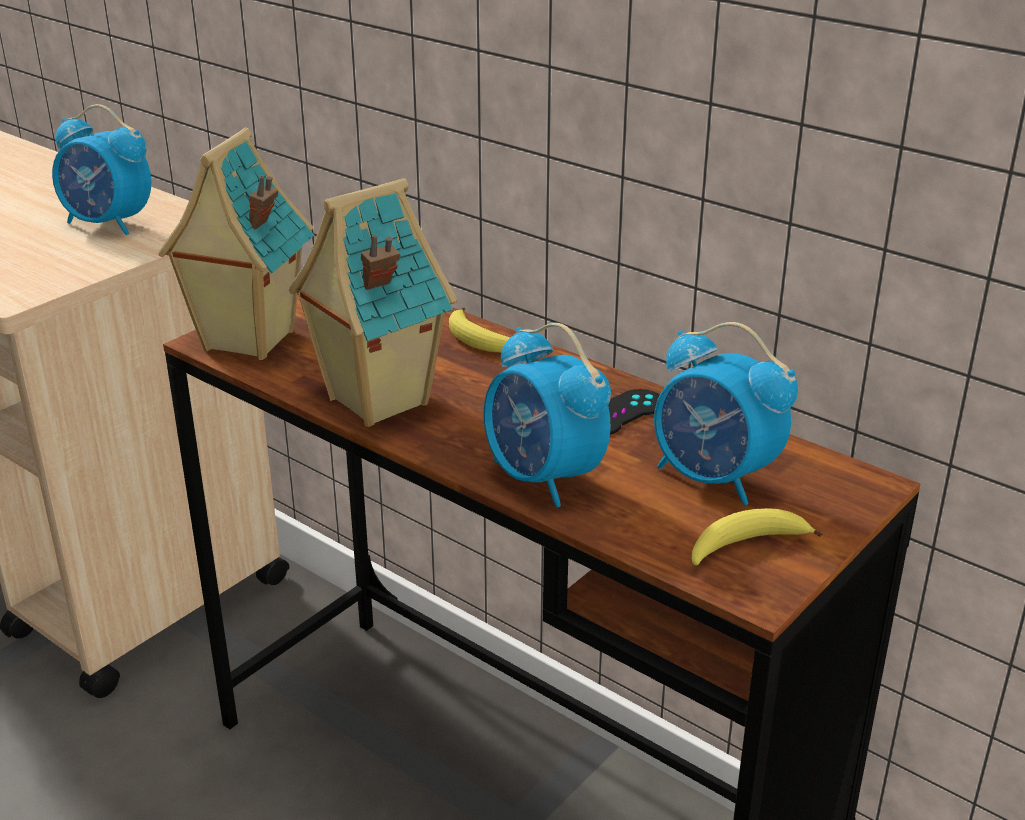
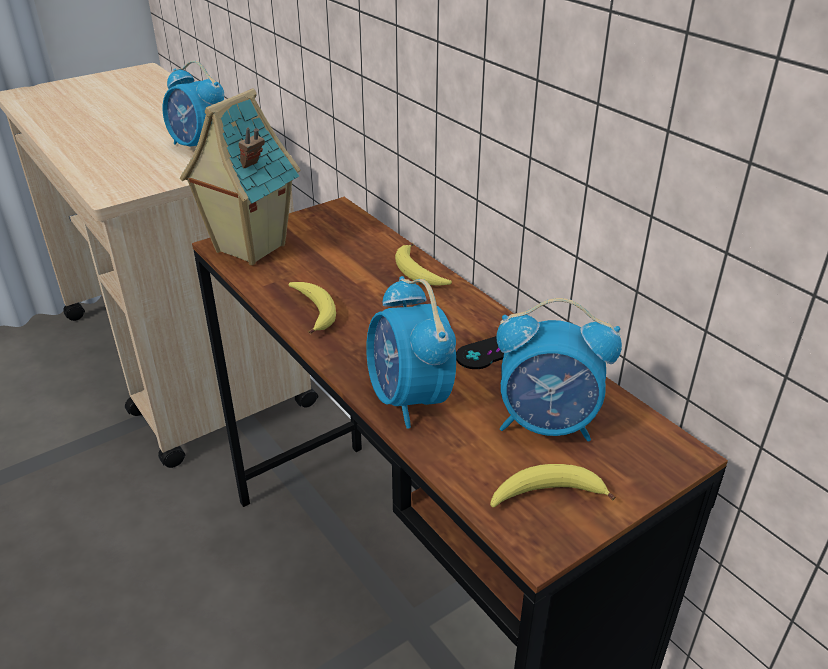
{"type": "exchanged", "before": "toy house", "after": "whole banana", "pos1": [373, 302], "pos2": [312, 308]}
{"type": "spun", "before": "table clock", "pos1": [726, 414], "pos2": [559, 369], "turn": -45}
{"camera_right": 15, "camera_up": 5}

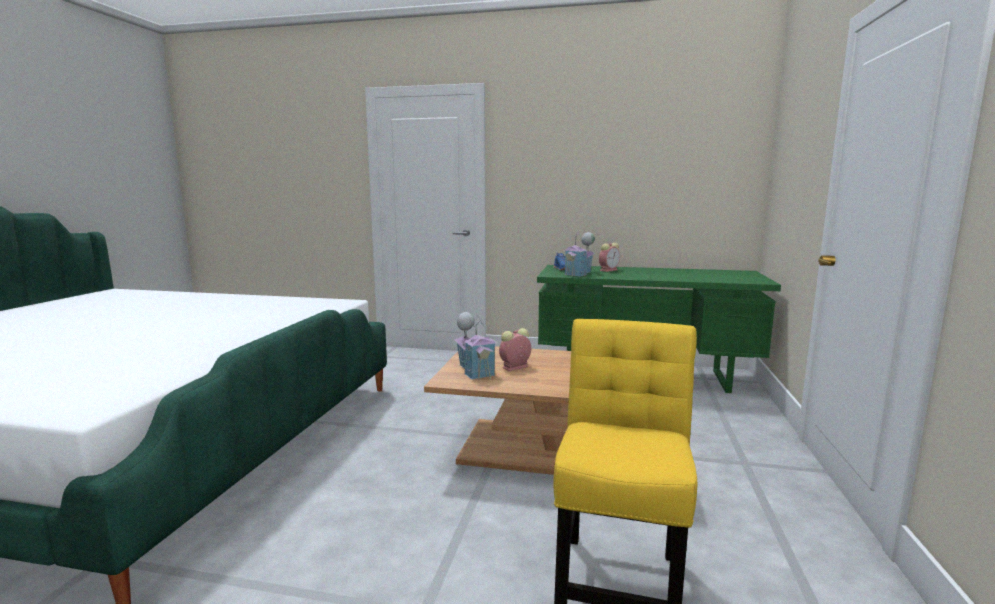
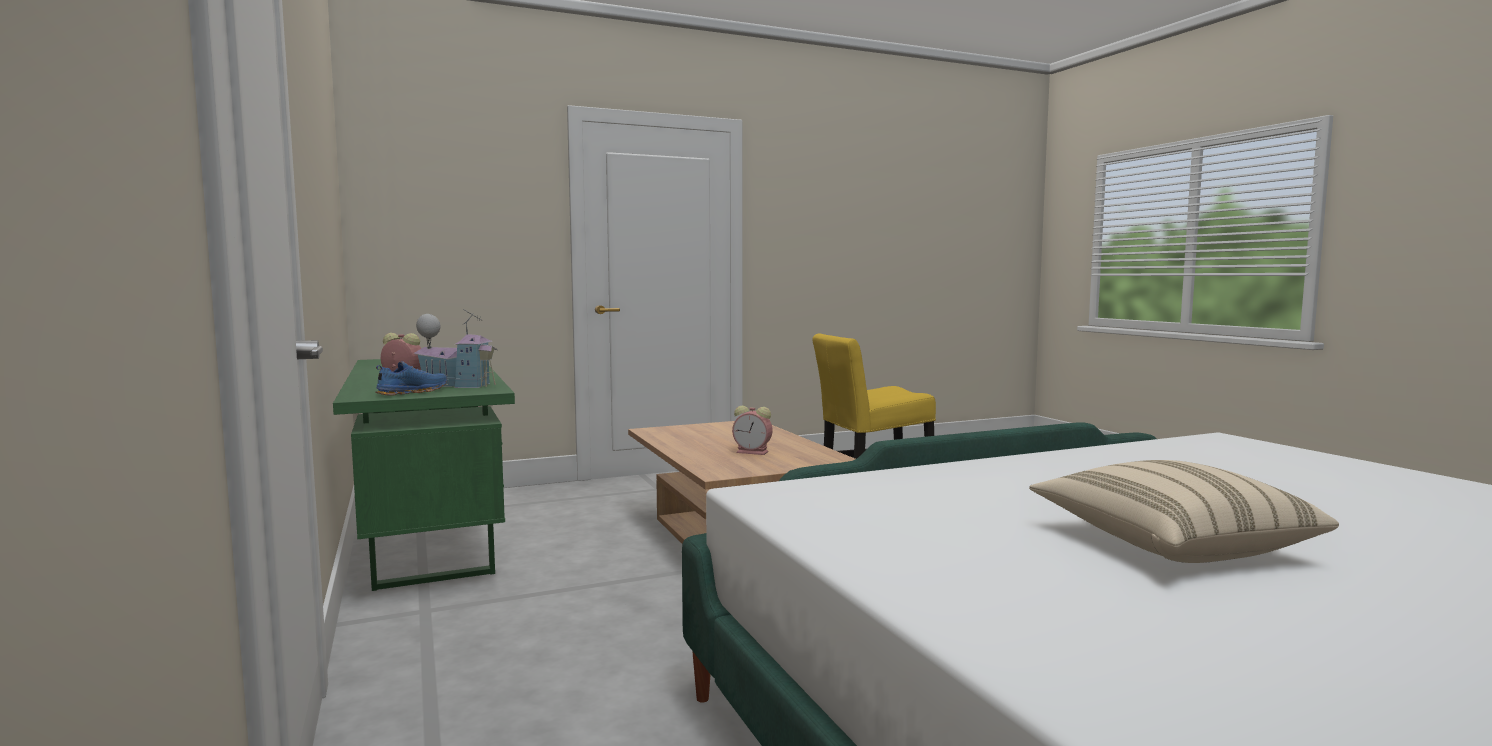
{"type": "appeared", "after": "beige throw pillow", "pos2": [1184, 511]}
{"type": "missing", "before": "toy house", "pos1": [476, 346]}
{"camera_right": -125, "camera_up": -5}

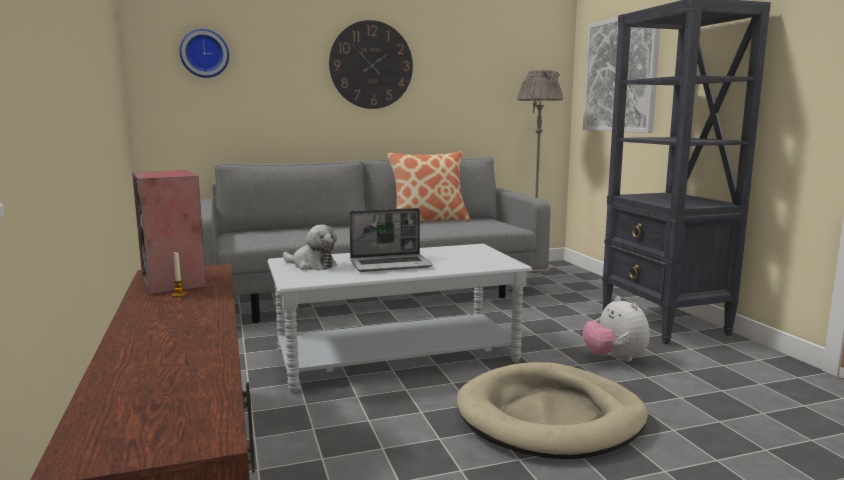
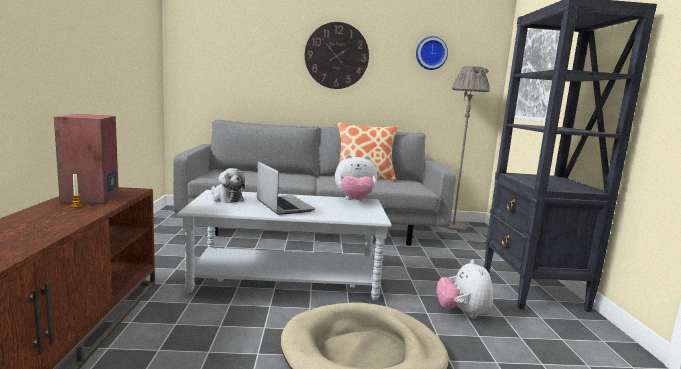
{"type": "spun", "before": "notebook computer", "pos1": [391, 240], "pos2": [286, 188], "turn": -120}
{"type": "appeared", "after": "cuddly toy", "pos2": [356, 177]}
{"type": "relocated", "before": "wall clock", "pos1": [204, 53], "pos2": [432, 53]}
{"camera_right": 15, "camera_up": 0}

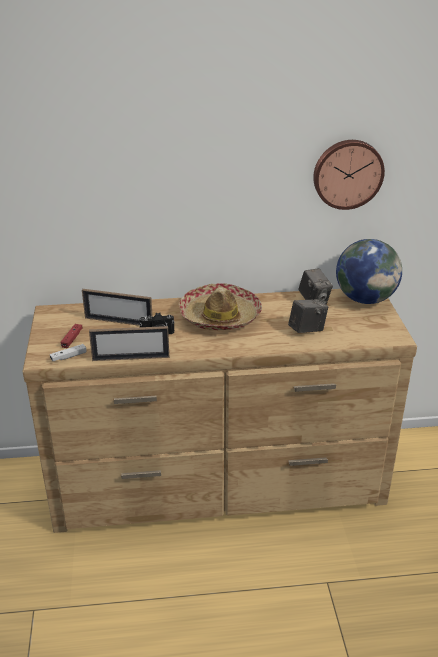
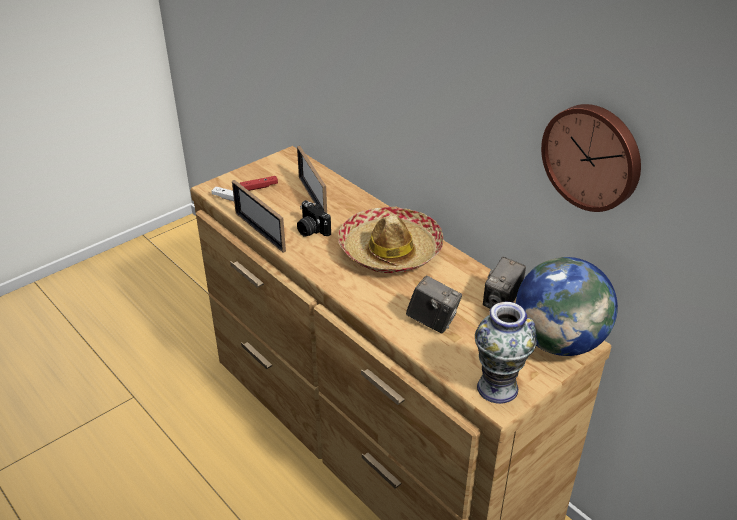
{"type": "appeared", "after": "vase", "pos2": [506, 353]}
{"camera_right": 55, "camera_up": 5}

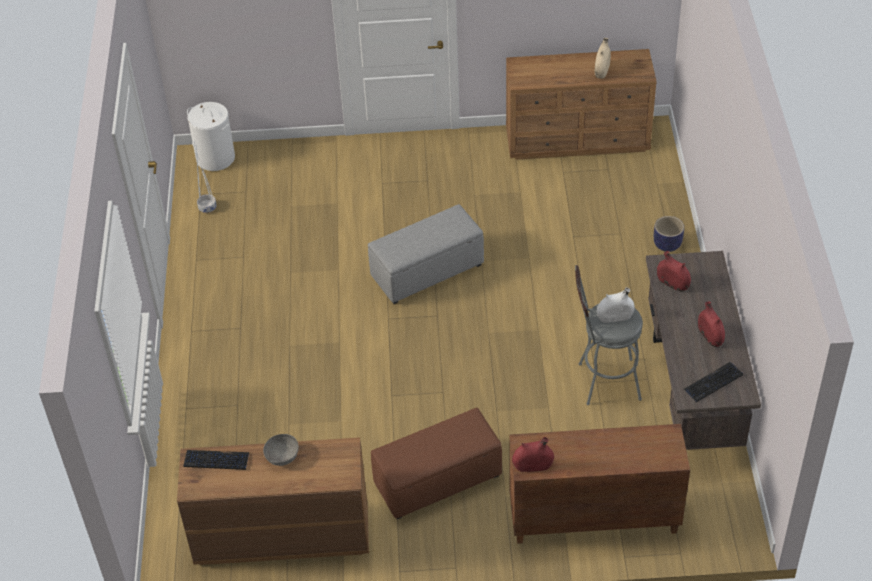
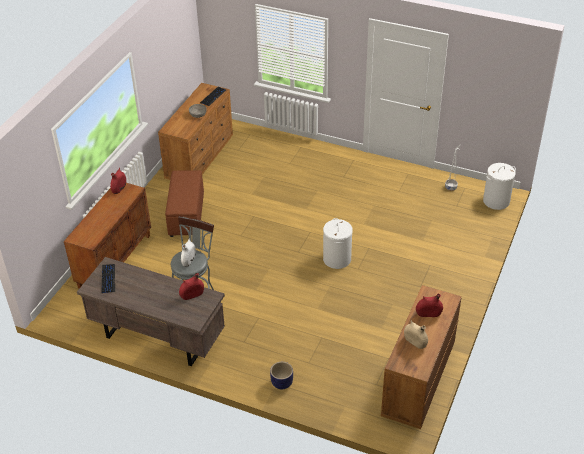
{"type": "exchanged", "before": "grey ottoman", "after": "white hamper", "pos1": [426, 254], "pos2": [338, 243]}
{"type": "relocated", "before": "reddish vase", "pos1": [711, 324], "pos2": [429, 305]}
{"camera_right": 115, "camera_up": -5}

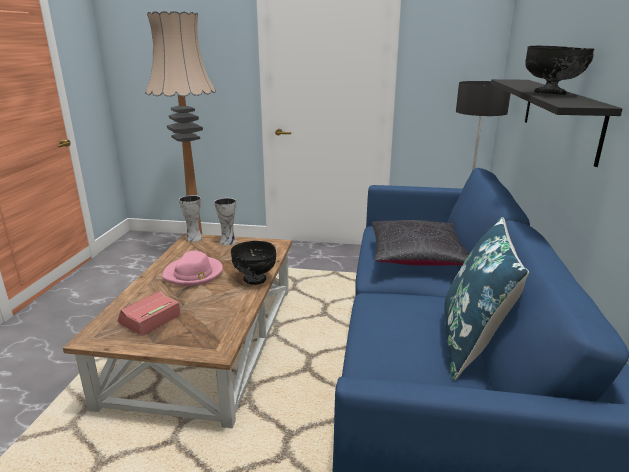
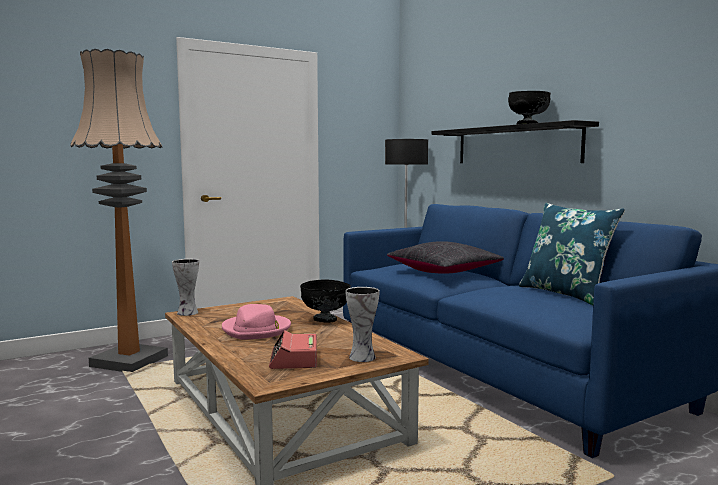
{"type": "relocated", "before": "vase", "pos1": [225, 221], "pos2": [362, 324]}
{"camera_right": -40, "camera_up": -15}

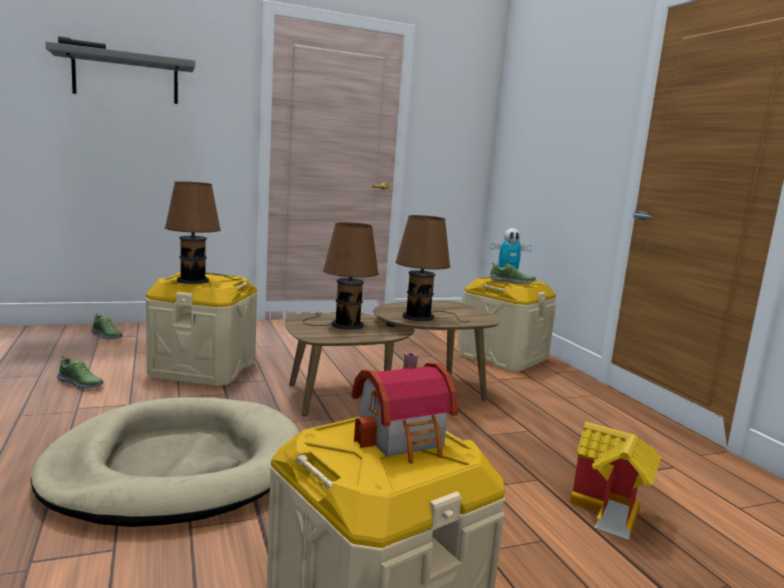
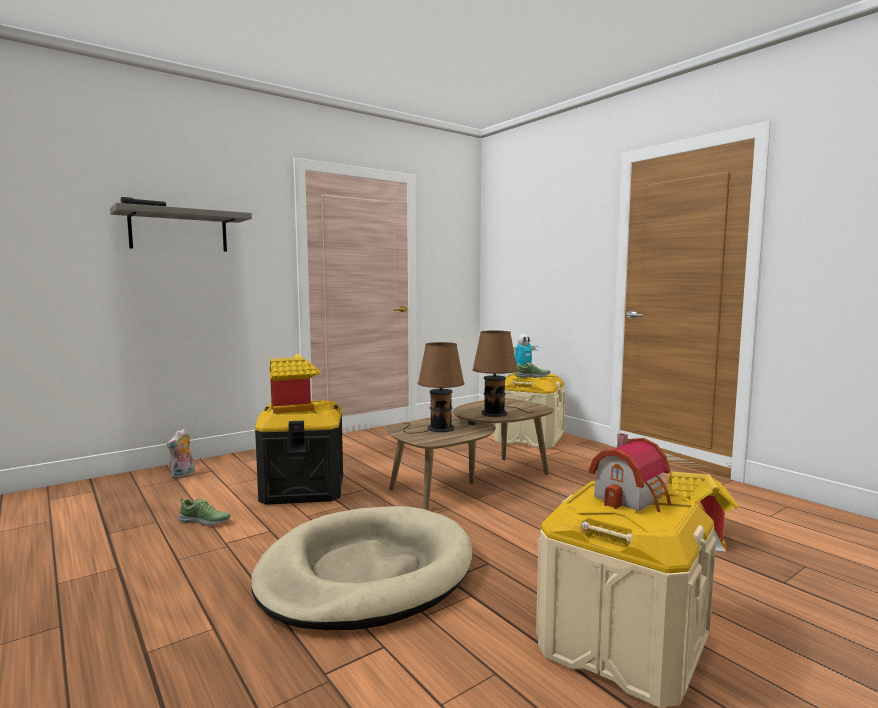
{"type": "exchanged", "before": "low shoe", "after": "cuddly toy", "pos1": [107, 326], "pos2": [181, 454]}
{"type": "colour", "before": "beige storage container", "after": "blackish storage container", "pos1": [201, 329], "pos2": [299, 452]}
{"type": "exchanged", "before": "brown tabletop lamp", "after": "toy house", "pos1": [203, 232], "pos2": [295, 384]}
{"camera_right": -15, "camera_up": -5}

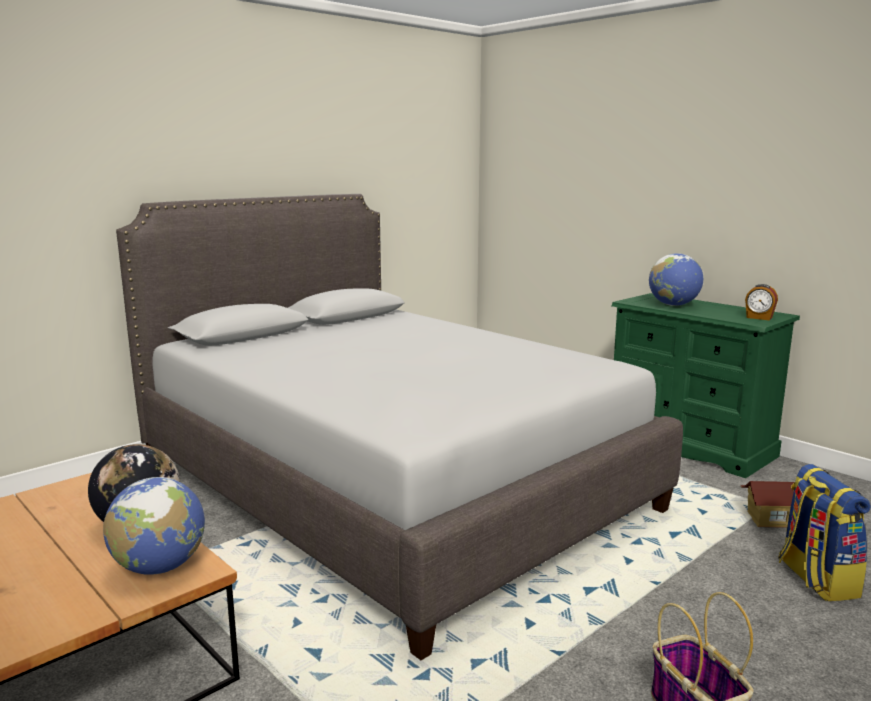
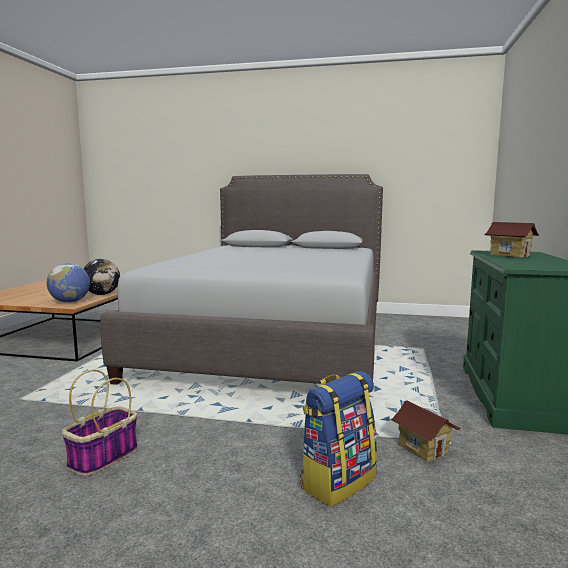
{"type": "exchanged", "before": "desk globe", "after": "toy house", "pos1": [676, 279], "pos2": [511, 239]}
{"type": "missing", "before": "table clock", "pos1": [761, 302]}
{"camera_right": 55, "camera_up": -5}

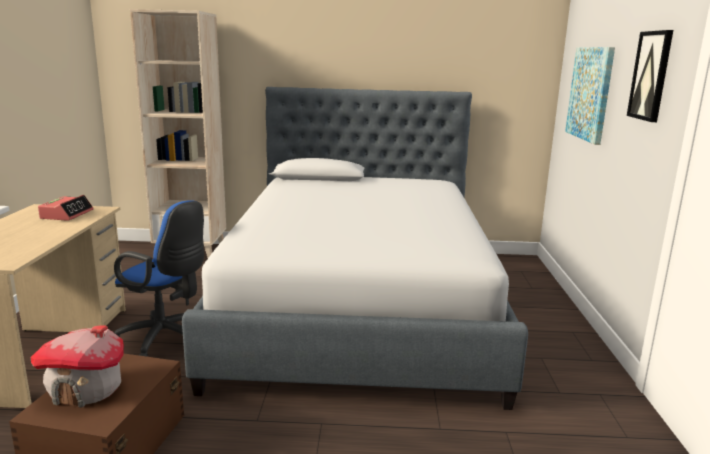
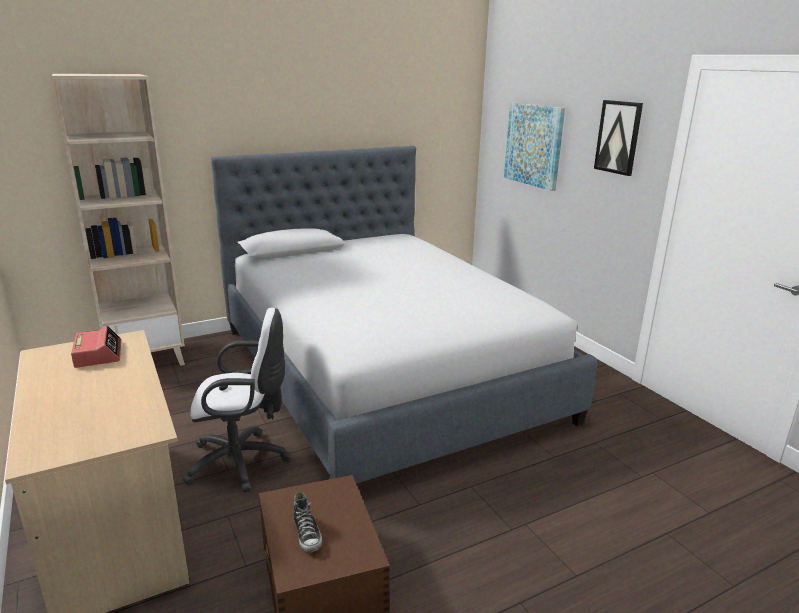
{"type": "colour", "before": "bluish computer chair", "after": "white computer chair", "pos1": [159, 278], "pos2": [237, 400]}
{"type": "exchanged", "before": "toy house", "after": "low shoe", "pos1": [77, 366], "pos2": [307, 522]}
{"camera_right": -30, "camera_up": 5}

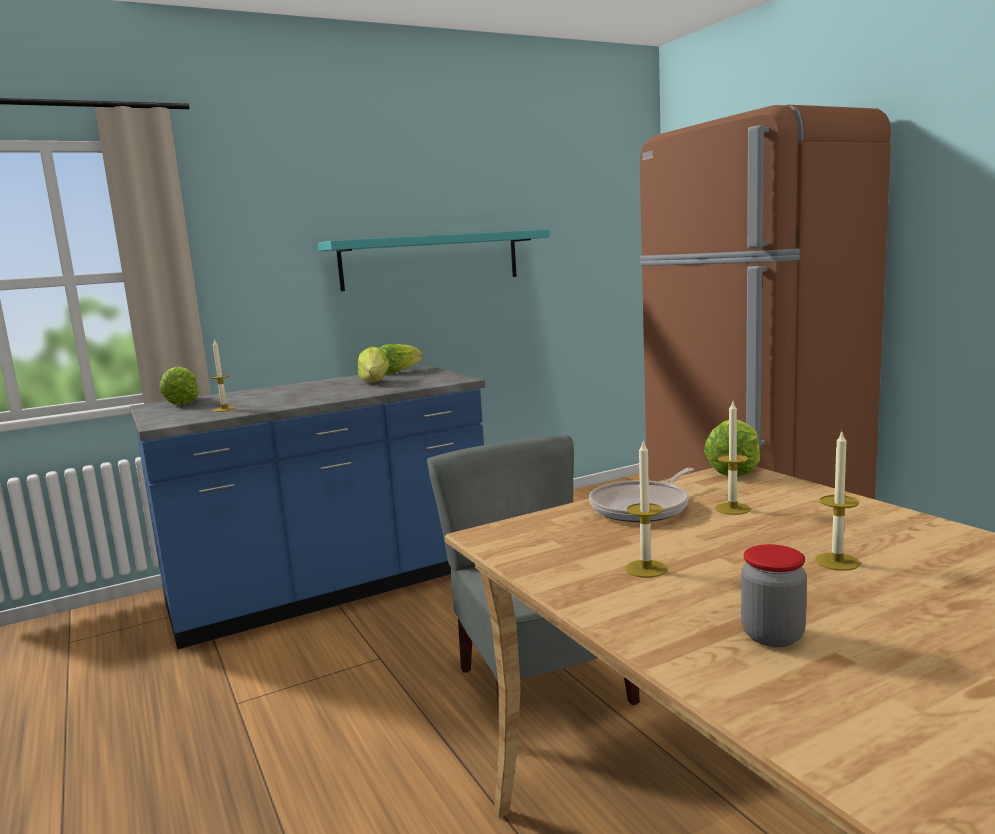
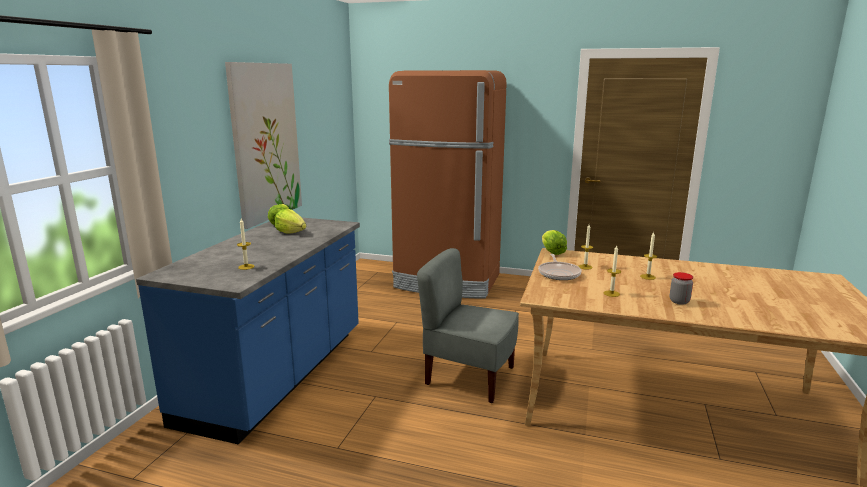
{"type": "exchanged", "before": "turquoise shelf", "after": "wall art", "pos1": [434, 260], "pos2": [263, 145]}
{"type": "missing", "before": "lettuce head", "pos1": [179, 385]}
{"camera_right": -45, "camera_up": 5}

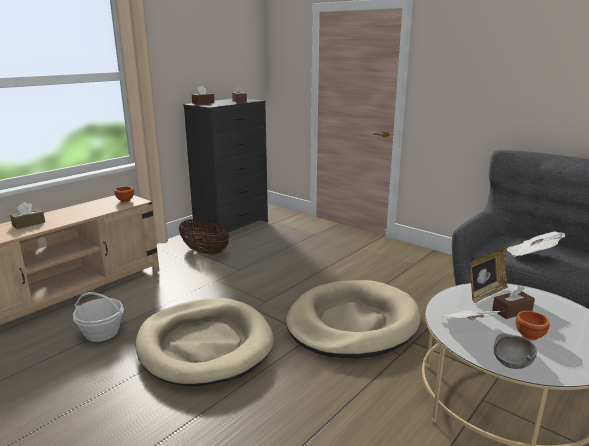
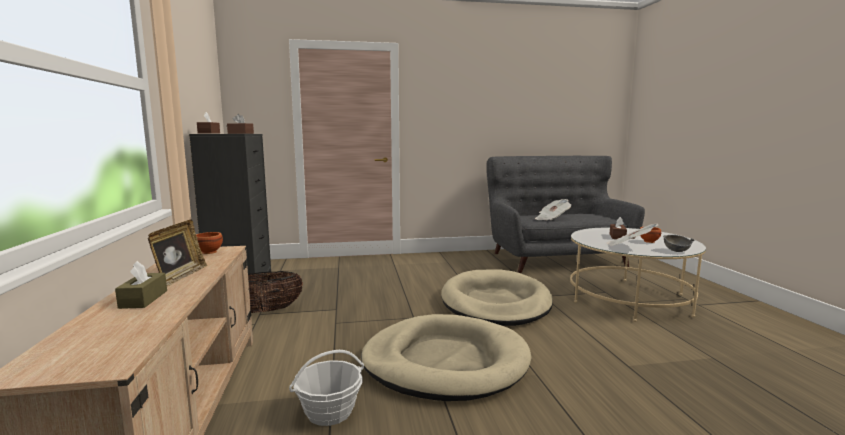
{"type": "relocated", "before": "photo frame", "pos1": [489, 275], "pos2": [177, 252]}
{"camera_right": -50, "camera_up": -10}

